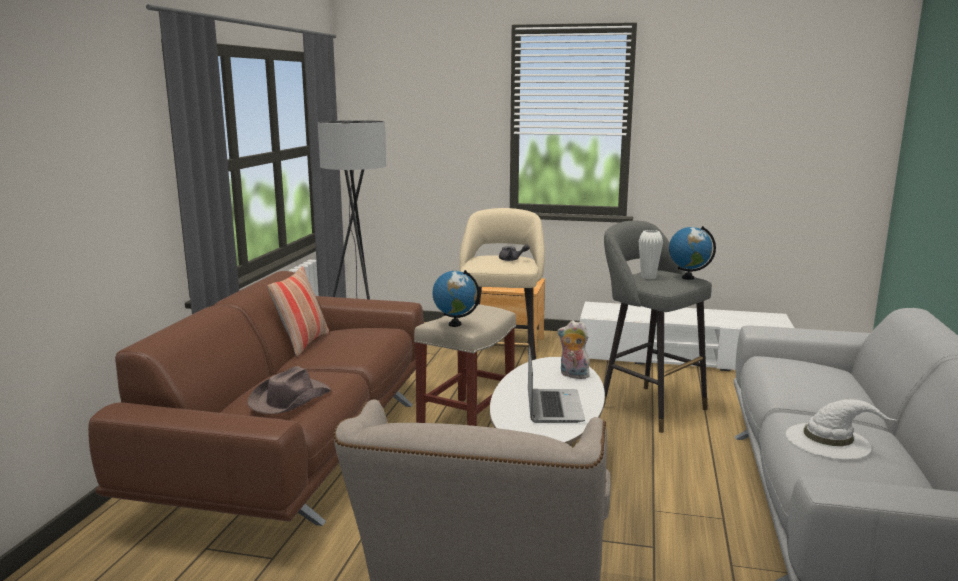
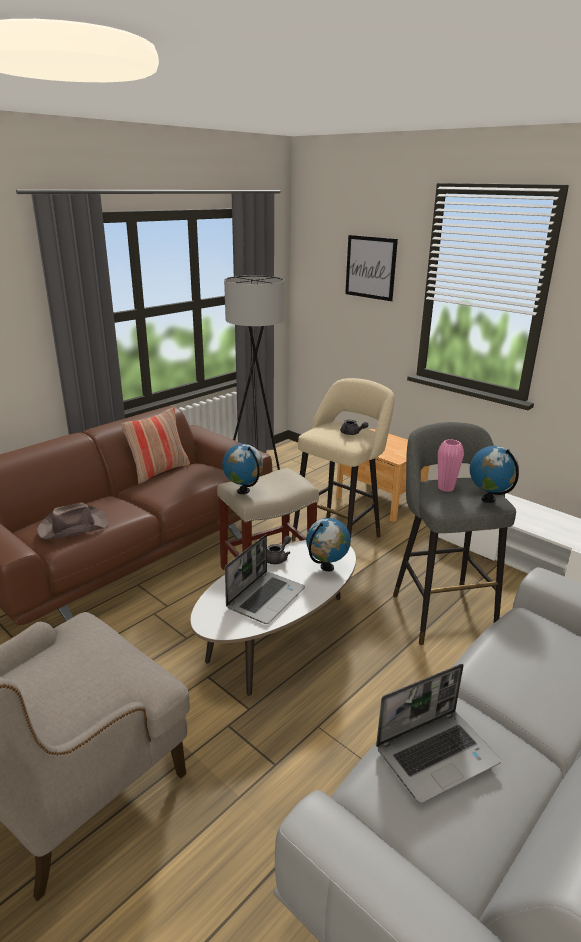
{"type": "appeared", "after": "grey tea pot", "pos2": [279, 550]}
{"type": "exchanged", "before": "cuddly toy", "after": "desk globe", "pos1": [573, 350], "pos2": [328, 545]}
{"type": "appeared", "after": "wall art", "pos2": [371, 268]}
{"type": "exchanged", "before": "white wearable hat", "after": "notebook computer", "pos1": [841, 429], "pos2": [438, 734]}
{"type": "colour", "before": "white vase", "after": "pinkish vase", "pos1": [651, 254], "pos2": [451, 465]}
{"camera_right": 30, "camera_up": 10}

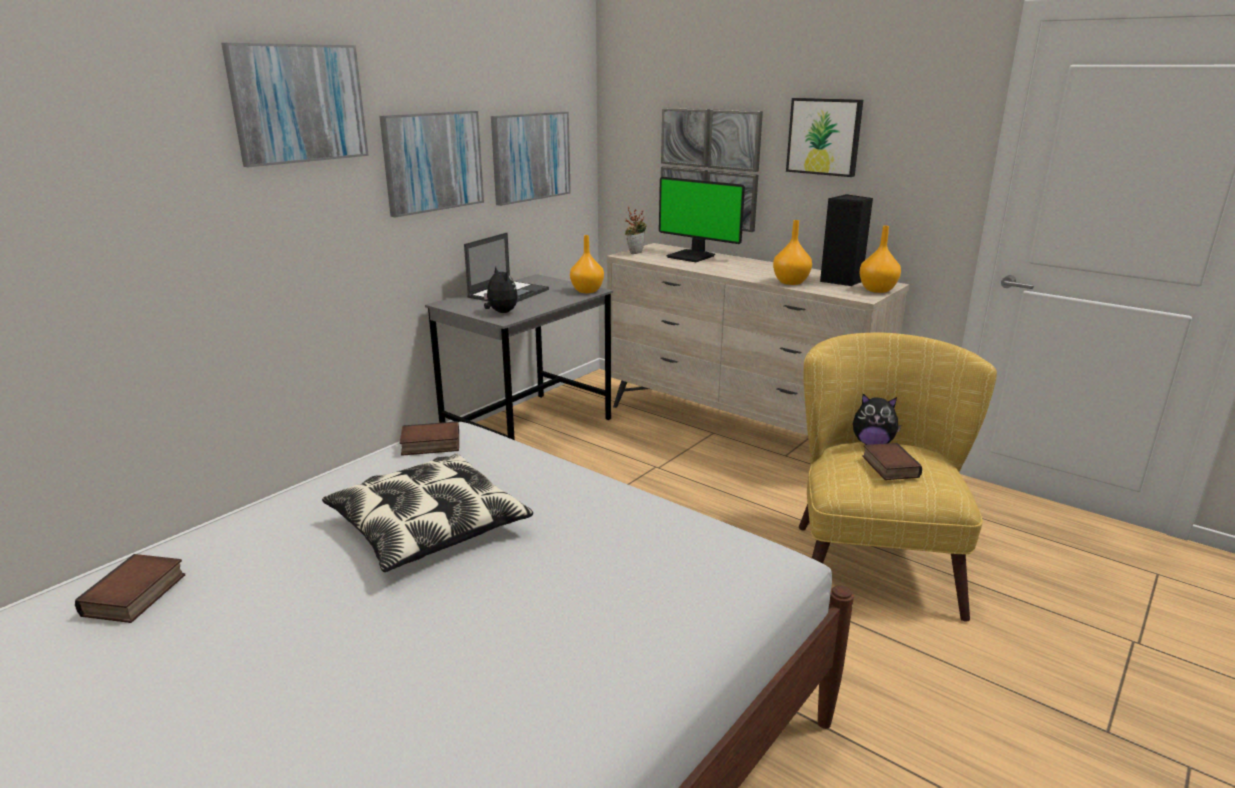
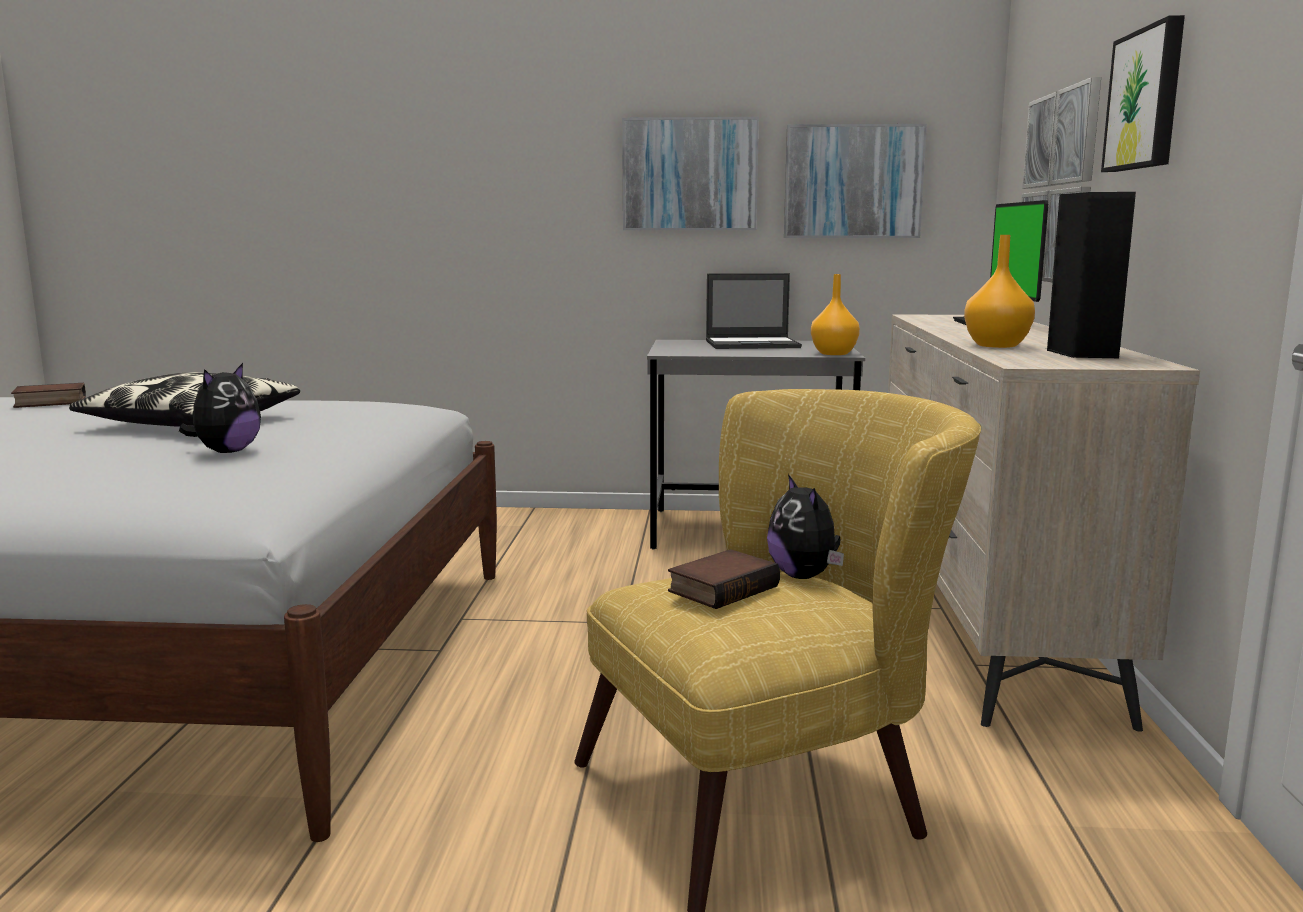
{"type": "relocated", "before": "cuddly toy", "pos1": [501, 290], "pos2": [220, 408]}
{"type": "missing", "before": "wall art", "pos1": [295, 105]}
{"type": "missing", "before": "volume", "pos1": [429, 438]}
{"type": "missing", "before": "potted plant", "pos1": [635, 230]}
{"type": "missing", "before": "orange vase", "pos1": [880, 259]}
{"camera_right": 55, "camera_up": -10}

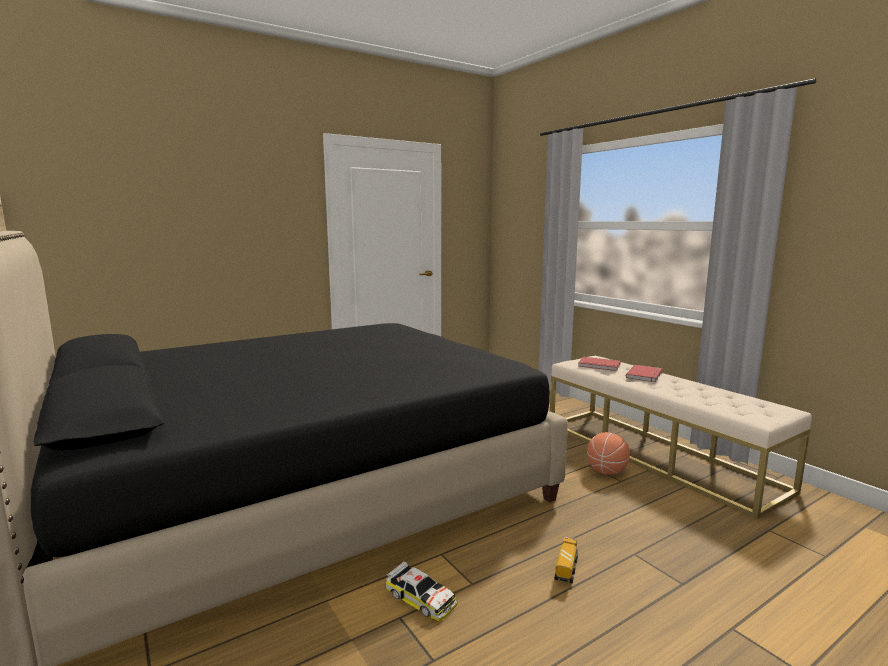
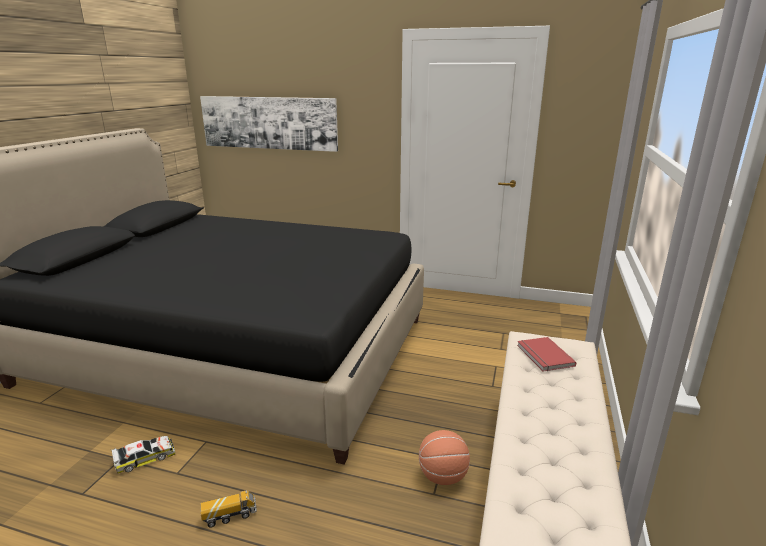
{"type": "spun", "before": "miniature car", "pos1": [421, 591], "pos2": [143, 454], "turn": -120}
{"type": "appeared", "after": "wall art", "pos2": [269, 124]}
{"type": "missing", "before": "reddish volume", "pos1": [644, 373]}
{"camera_right": 50, "camera_up": 10}

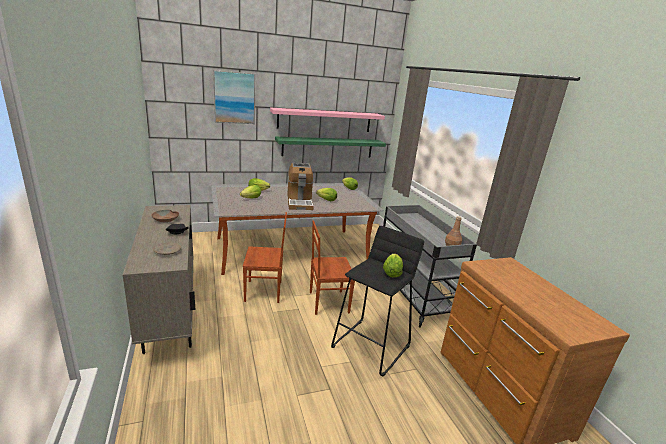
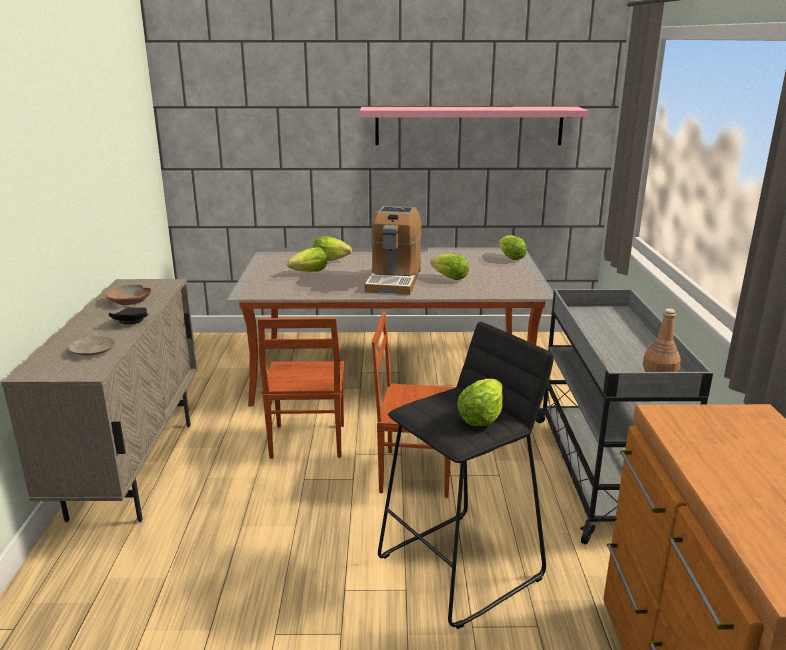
{"type": "spun", "before": "brown plain chair", "pos1": [265, 257], "pos2": [301, 388], "turn": 75}
{"type": "missing", "before": "wall art", "pos1": [234, 97]}
{"type": "missing", "before": "green shelf", "pos1": [330, 147]}
{"camera_right": 20, "camera_up": 0}

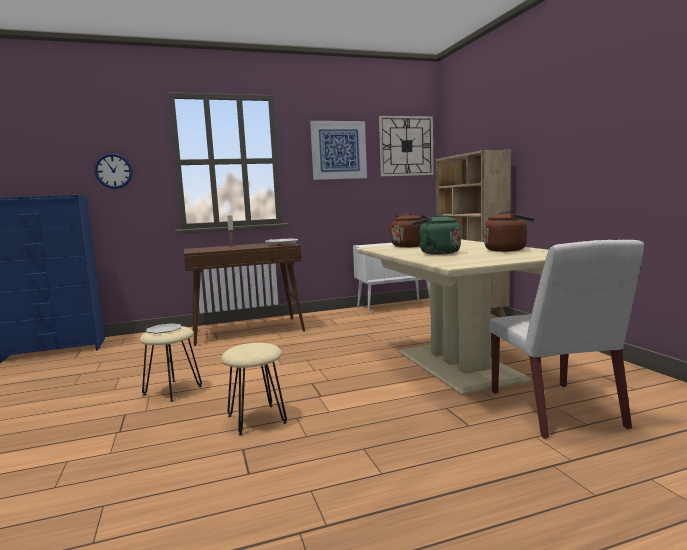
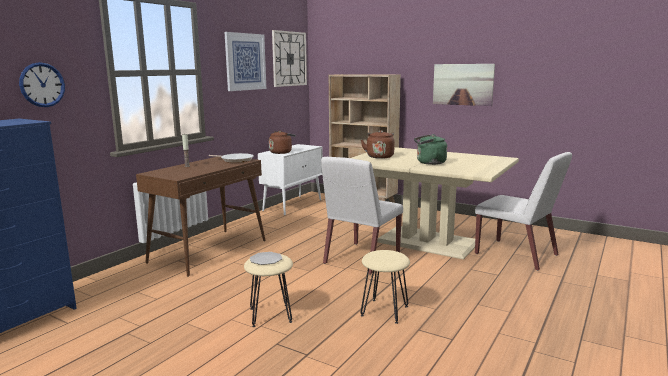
{"type": "relocated", "before": "brown water kettle", "pos1": [509, 231], "pos2": [282, 142]}
{"type": "appeared", "after": "white plain chair", "pos2": [362, 216]}
{"type": "appeared", "after": "wall art", "pos2": [464, 85]}
{"camera_right": -40, "camera_up": 5}

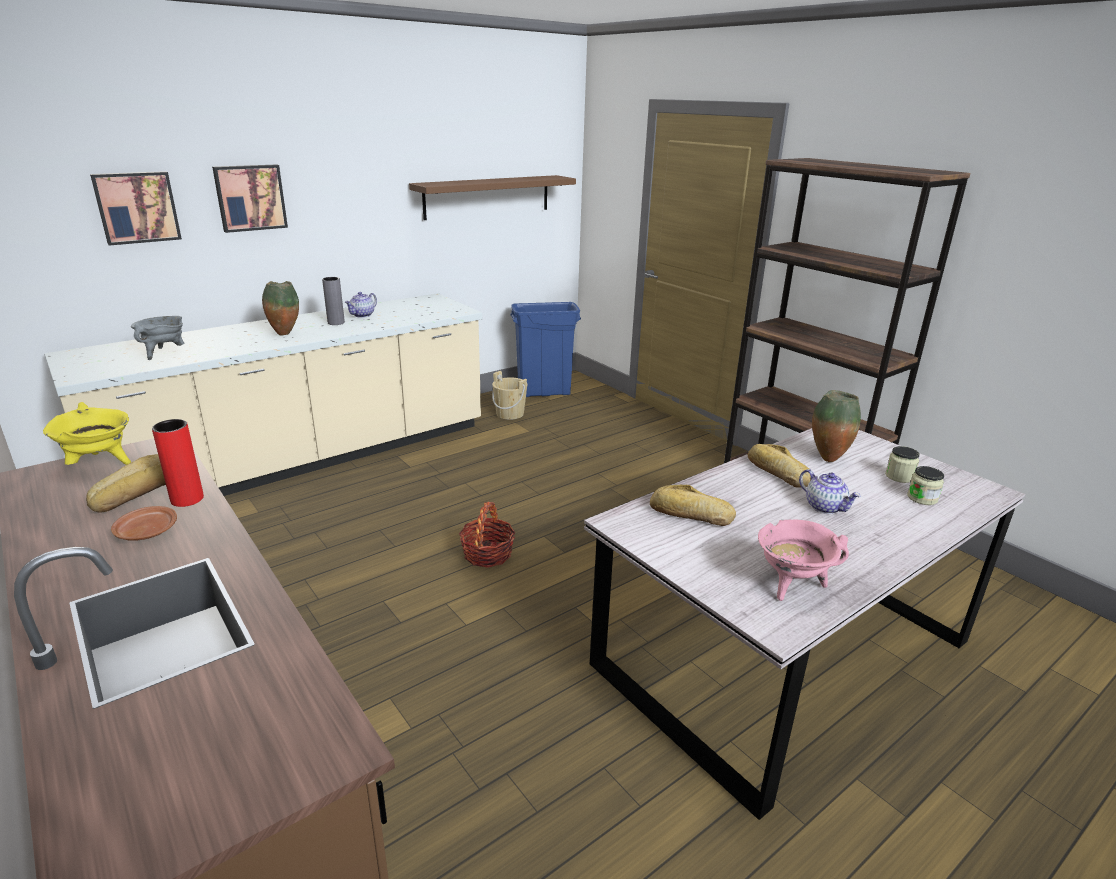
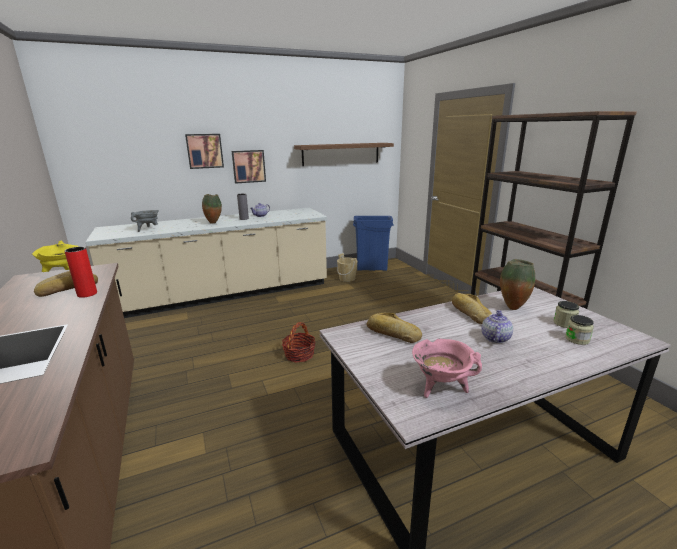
{"type": "relocated", "before": "wall art", "pos1": [136, 208], "pos2": [249, 167]}
{"type": "spun", "before": "tea pot", "pos1": [830, 491], "pos2": [497, 326], "turn": -135}
{"type": "missing", "before": "brown flat dish", "pos1": [144, 523]}
{"camera_right": 15, "camera_up": -5}

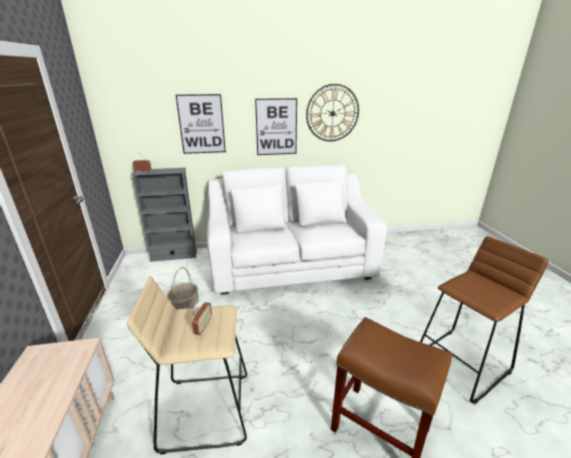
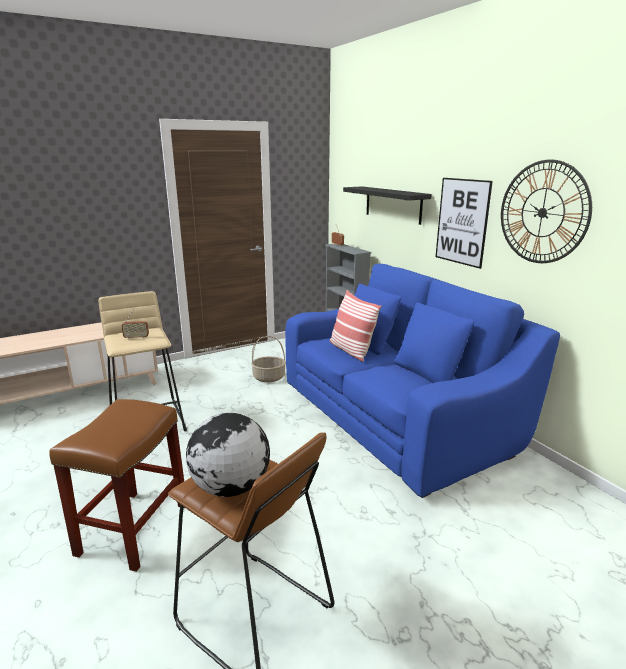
{"type": "appeared", "after": "desk globe", "pos2": [228, 455]}
{"type": "colour", "before": "white couch", "after": "bluish couch", "pos1": [297, 229], "pos2": [422, 381]}
{"type": "appeared", "after": "throw pillow", "pos2": [355, 326]}
{"type": "exchanged", "before": "wall art", "after": "blackish shelf", "pos1": [201, 124], "pos2": [387, 205]}
{"camera_right": 70, "camera_up": -5}

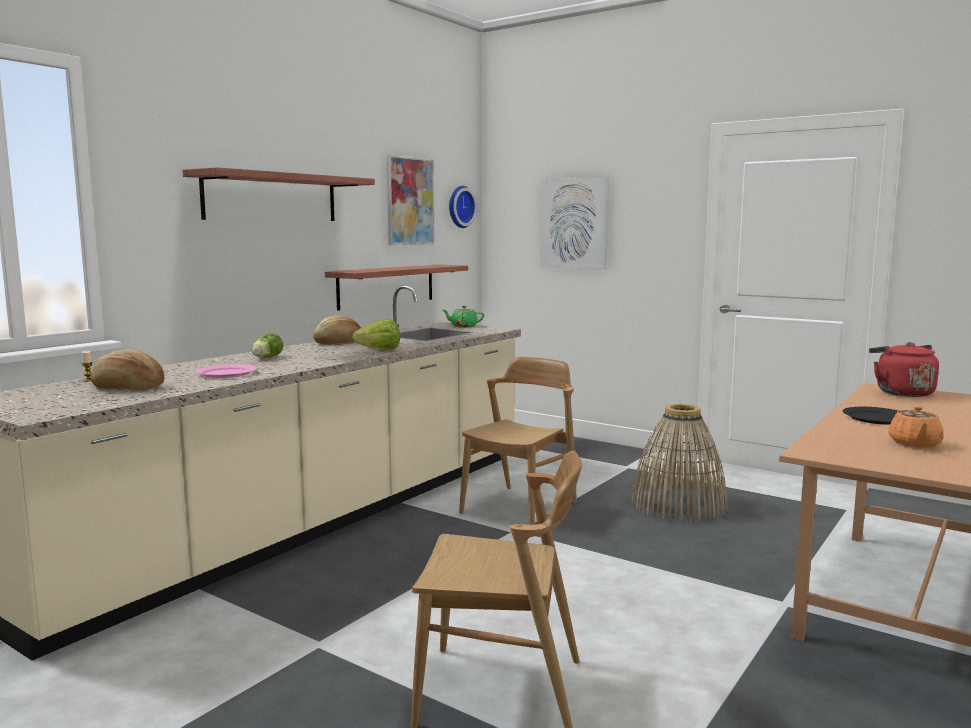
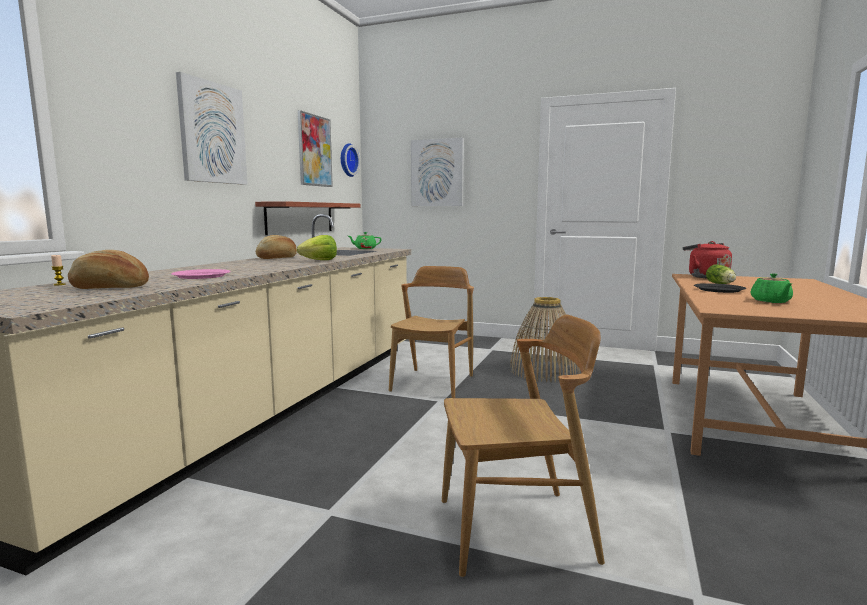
{"type": "exchanged", "before": "shelf", "after": "wall art", "pos1": [279, 194], "pos2": [212, 128]}
{"type": "relocated", "before": "lettuce head", "pos1": [267, 345], "pos2": [721, 274]}
{"type": "colour", "before": "orange tea pot", "after": "green tea pot", "pos1": [915, 427], "pos2": [772, 288]}
{"camera_right": -15, "camera_up": 0}

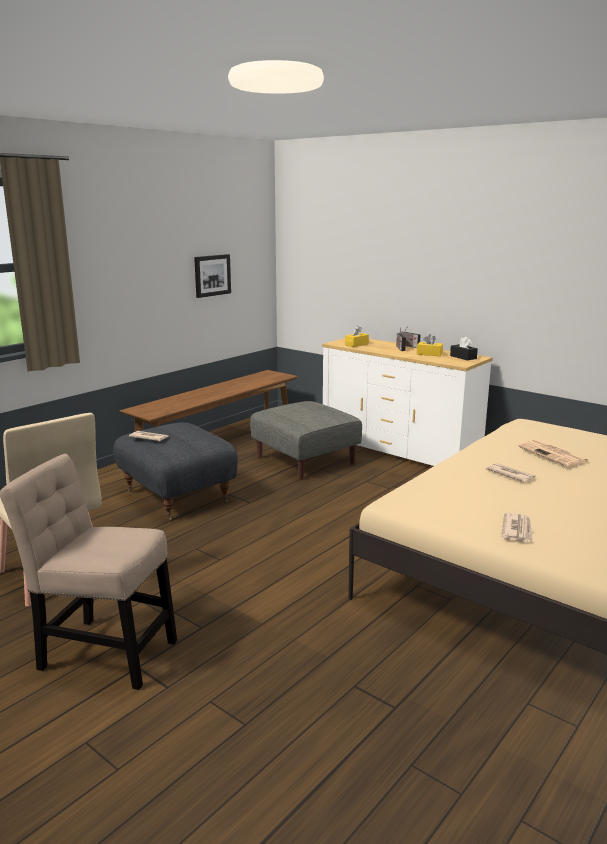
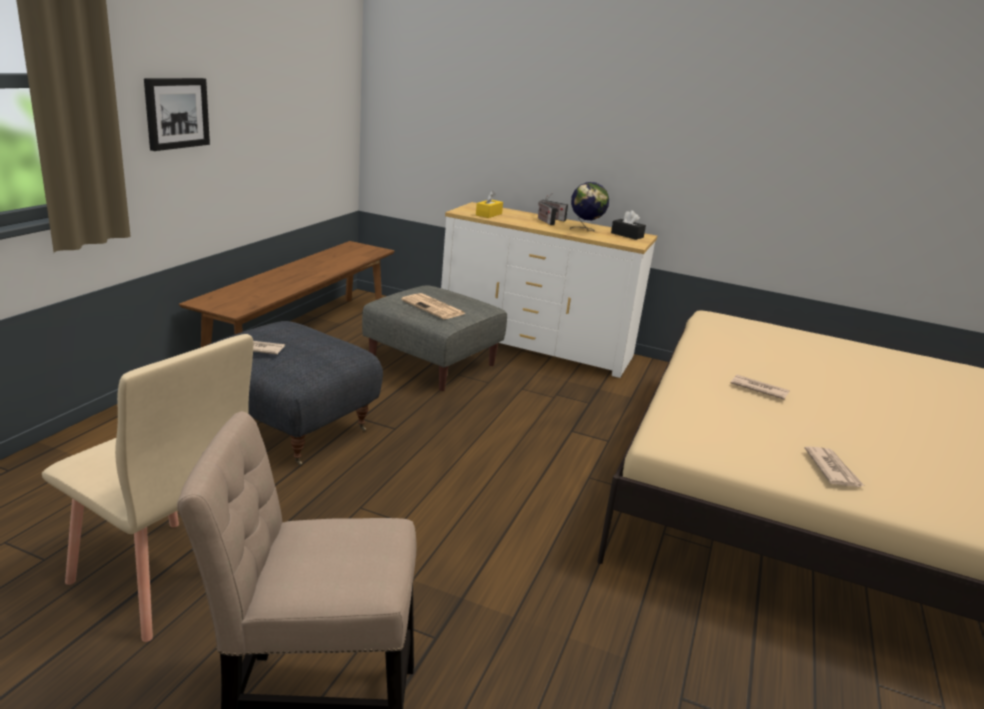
{"type": "relocated", "before": "wall art", "pos1": [212, 276], "pos2": [177, 114]}
{"type": "relocated", "before": "daily paper", "pos1": [554, 453], "pos2": [433, 306]}
{"type": "exchanged", "before": "yellow-coloured box of tissues", "after": "desk globe", "pos1": [430, 345], "pos2": [589, 206]}
{"camera_right": -20, "camera_up": 5}

